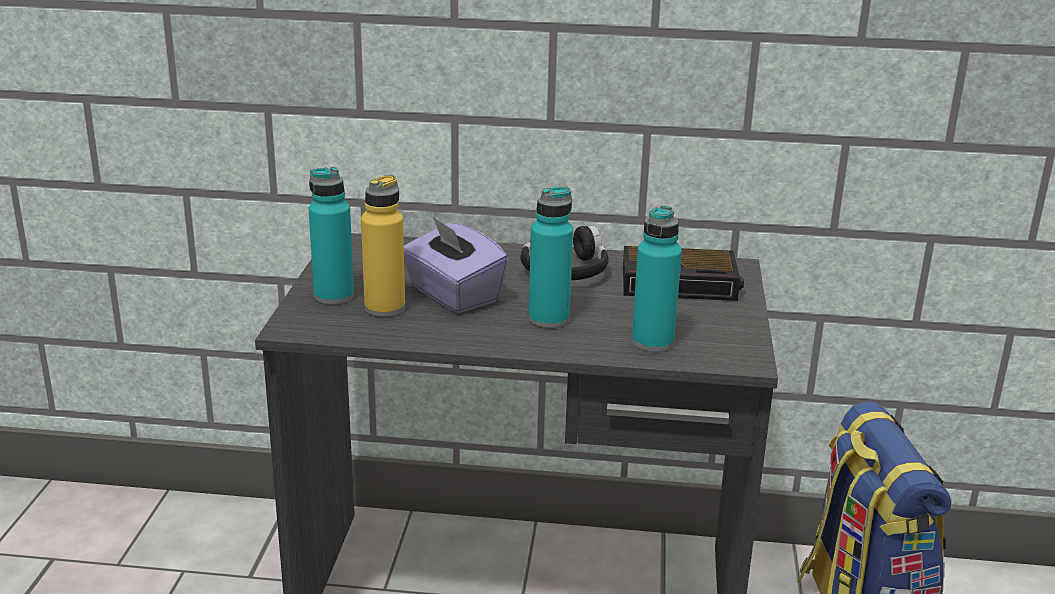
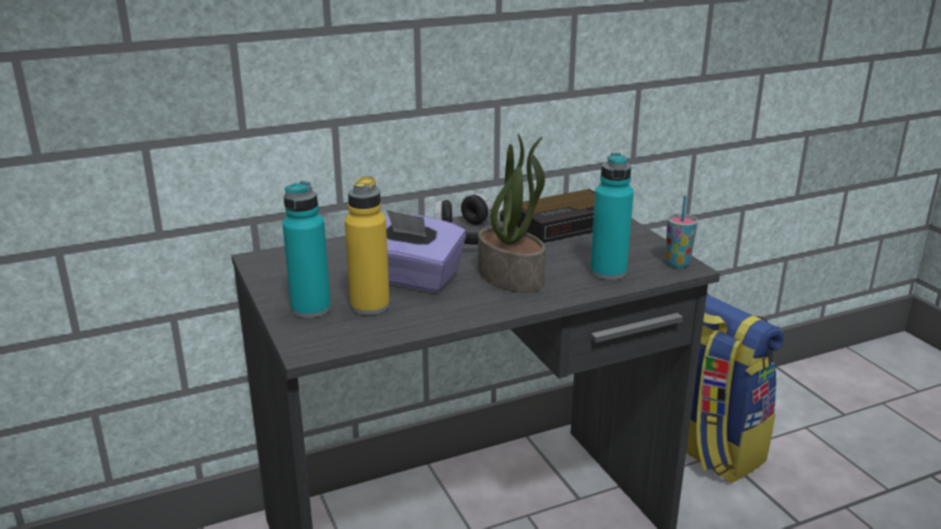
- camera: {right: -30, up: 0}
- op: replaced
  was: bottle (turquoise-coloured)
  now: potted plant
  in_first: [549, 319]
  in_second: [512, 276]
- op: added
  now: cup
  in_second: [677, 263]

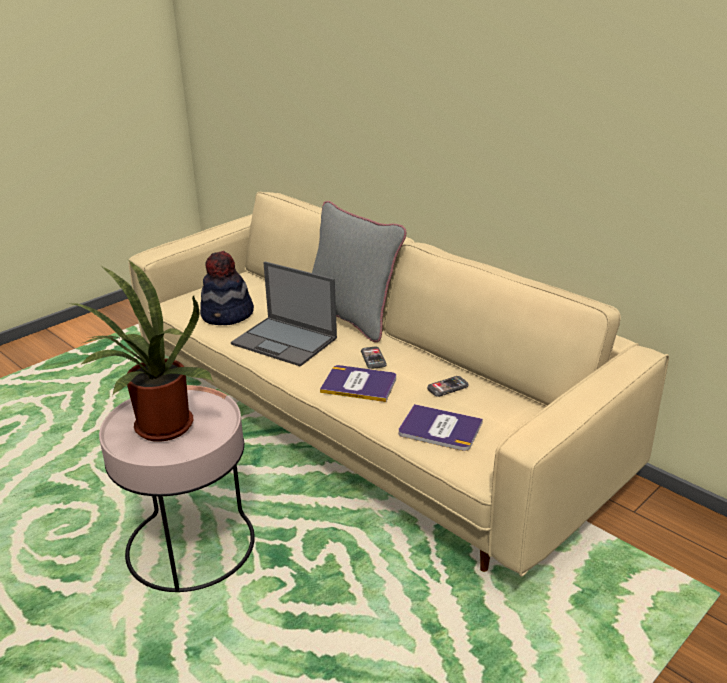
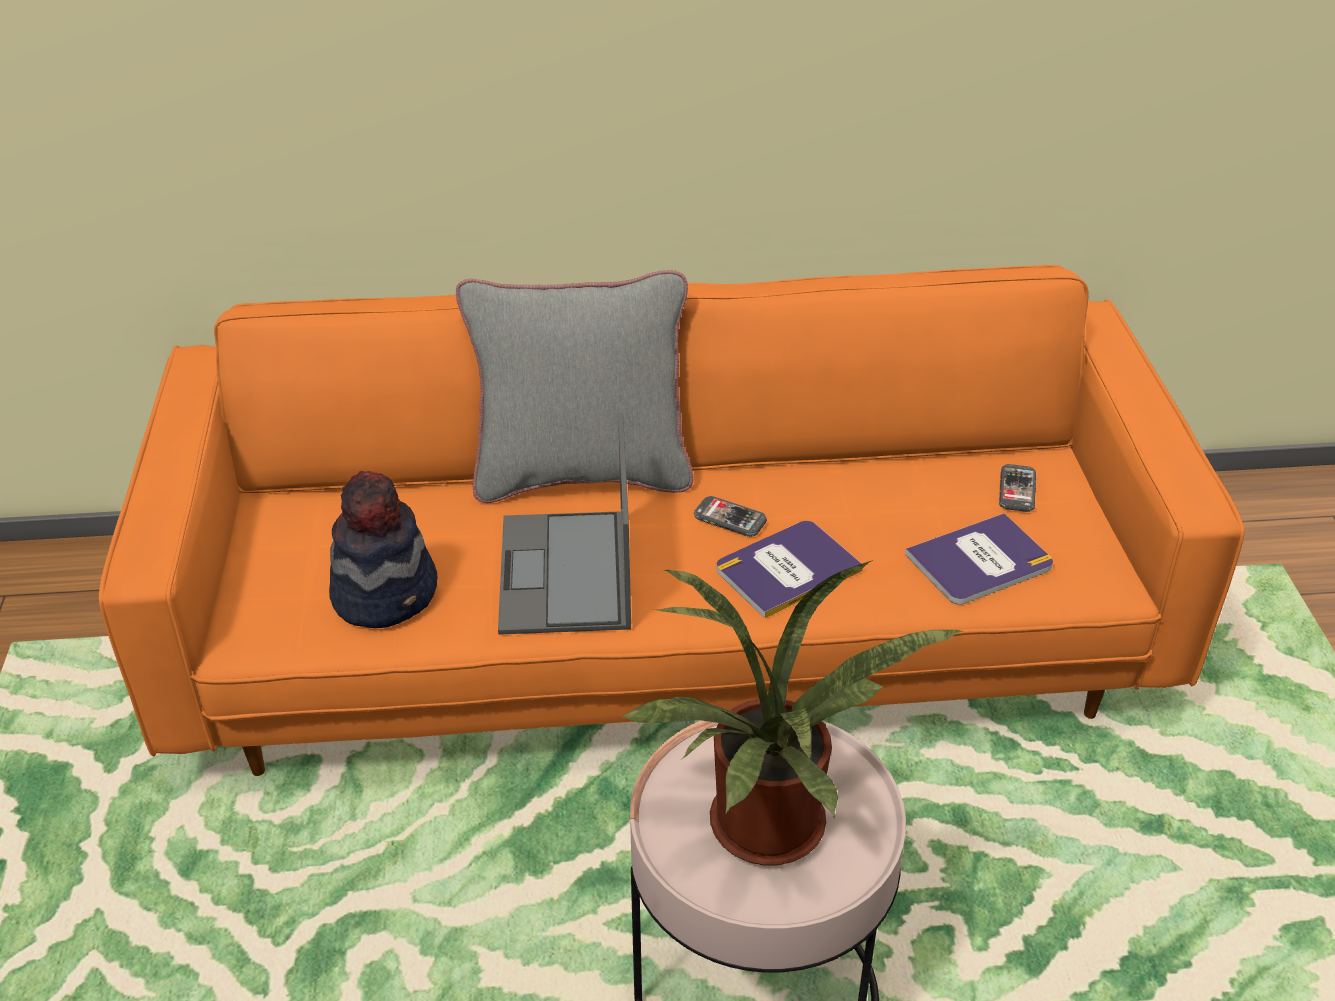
- camera: {right: -50, up: 10}
- op: recoloured
  was: settee (beige-coloured)
  now: settee (orange-coloured)
  in_first: [365, 422]
  in_second: [669, 633]
- op: turned
  was: portable computer
  in_first: [285, 341]
  in_second: [566, 574]
  clockwise: 105
- op: moved
  was: telephone
  in_first: [447, 387]
  in_second: [1017, 490]

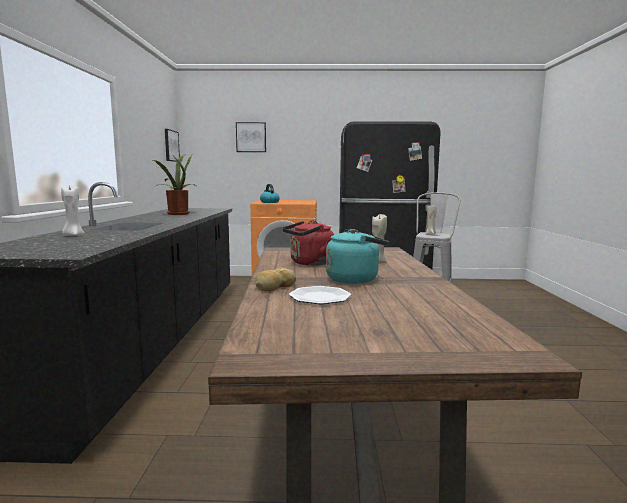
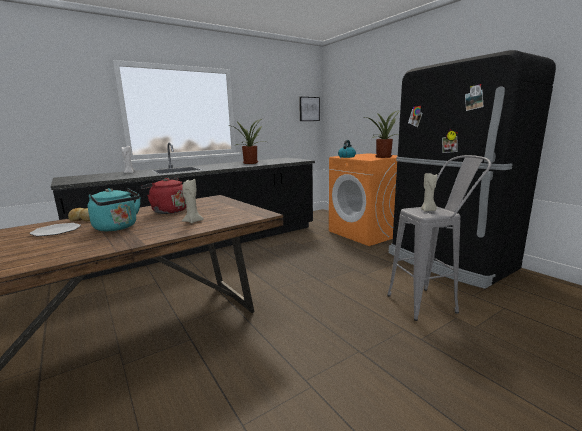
- camera: {right: 55, up: 5}
- op: removed
  was: wall picture
  in_first: [251, 137]
- op: added
  now: potted plant
  in_second: [383, 157]

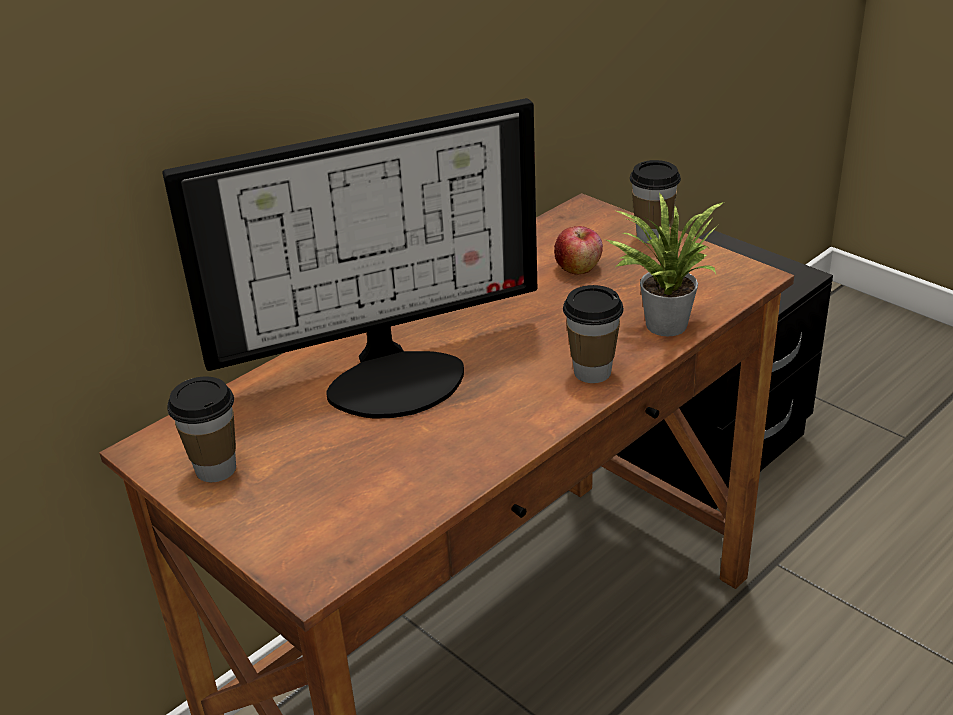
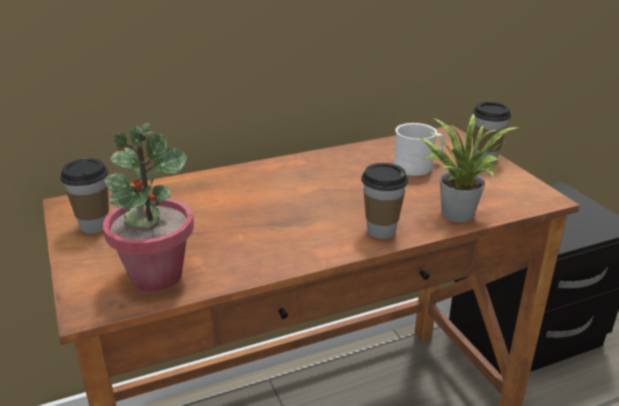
- camera: {right: 20, up: -5}
- op: removed
  was: computer screen
  in_first: [394, 375]
- op: replaced
  was: apple fruit
  now: tea mug (whitish)
  in_first: [578, 267]
  in_second: [418, 166]
- op: added
  now: potted plant
  in_second: [156, 275]

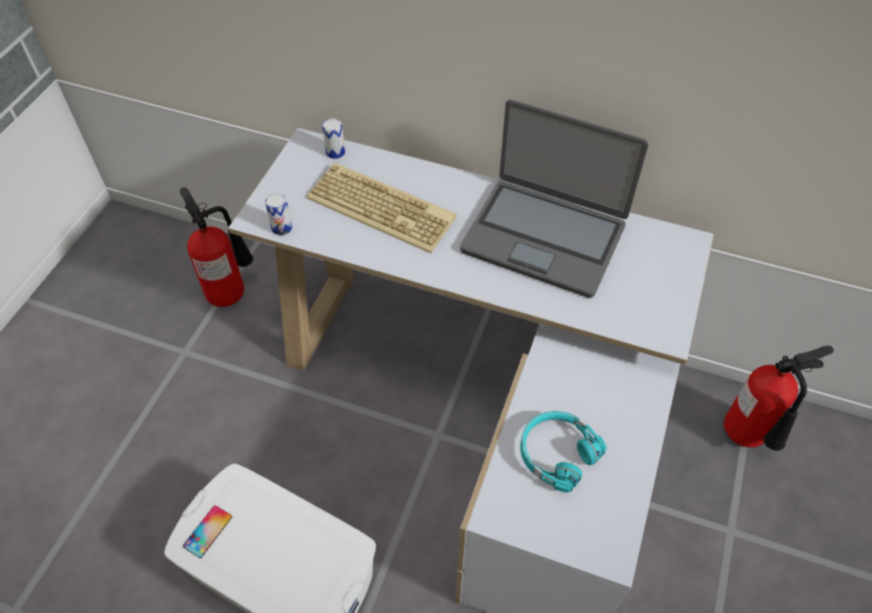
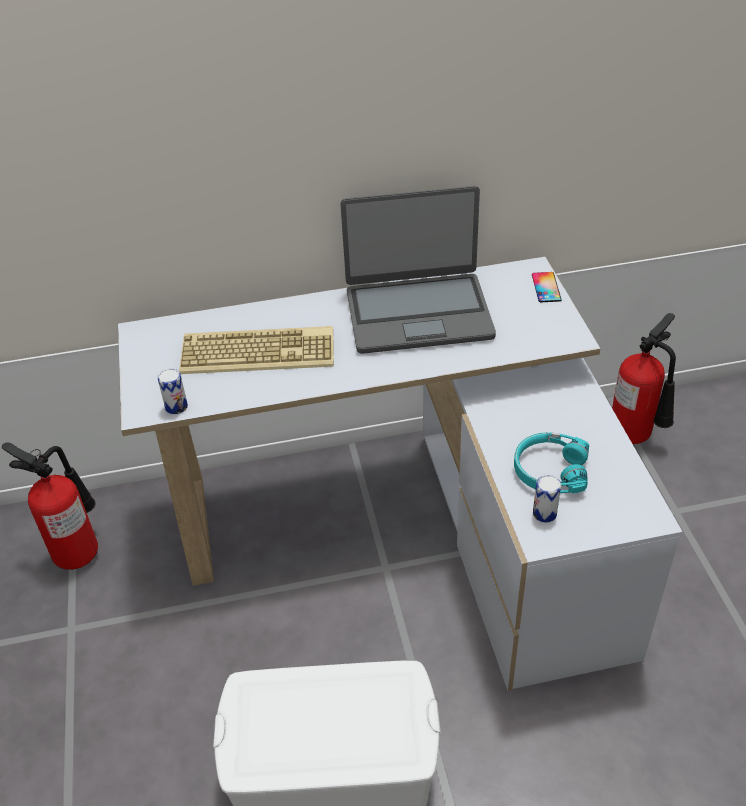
- camera: {right: -30, up: -10}
- op: moved
  was: metal can
  in_first: [335, 152]
  in_second: [544, 513]
- op: moved
  was: telephone
  in_first: [208, 531]
  in_second: [546, 287]

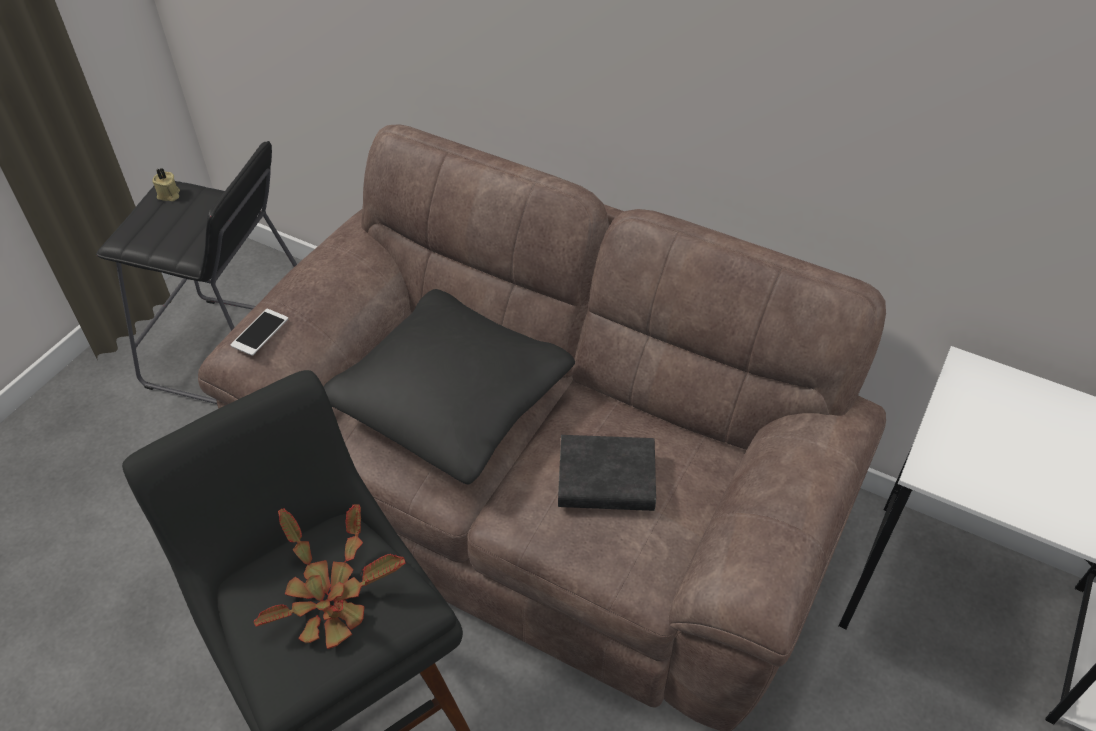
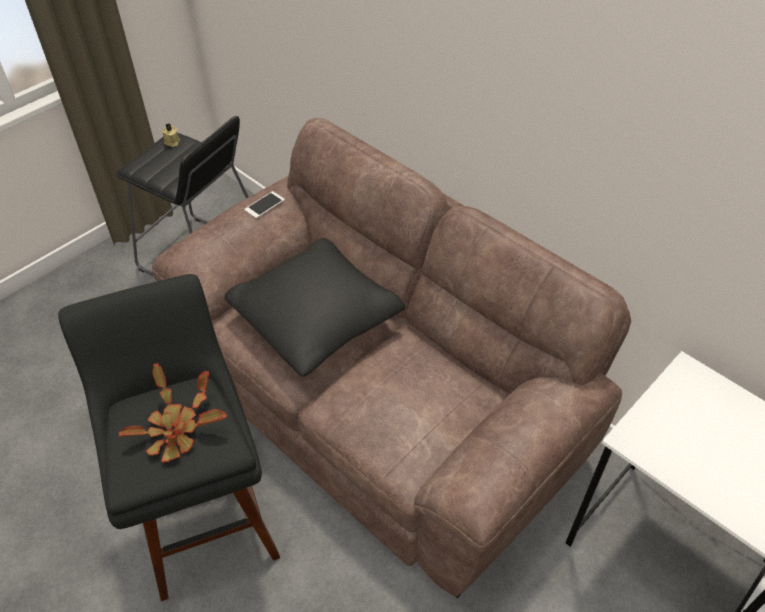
- camera: {right: 15, up: 0}
- op: moved
  was: telephone
  in_first: [260, 332]
  in_second: [264, 205]
- op: removed
  was: volume (black)
  in_first: [606, 480]

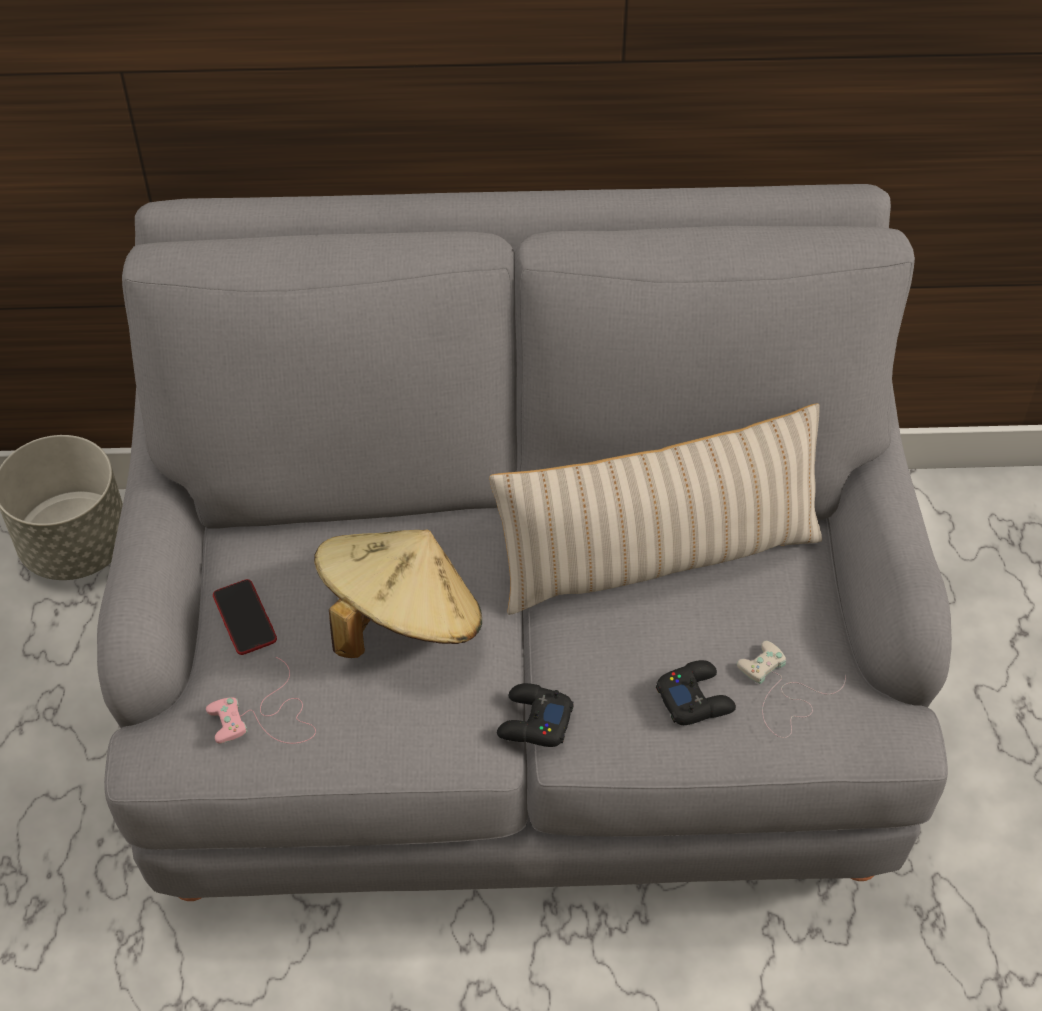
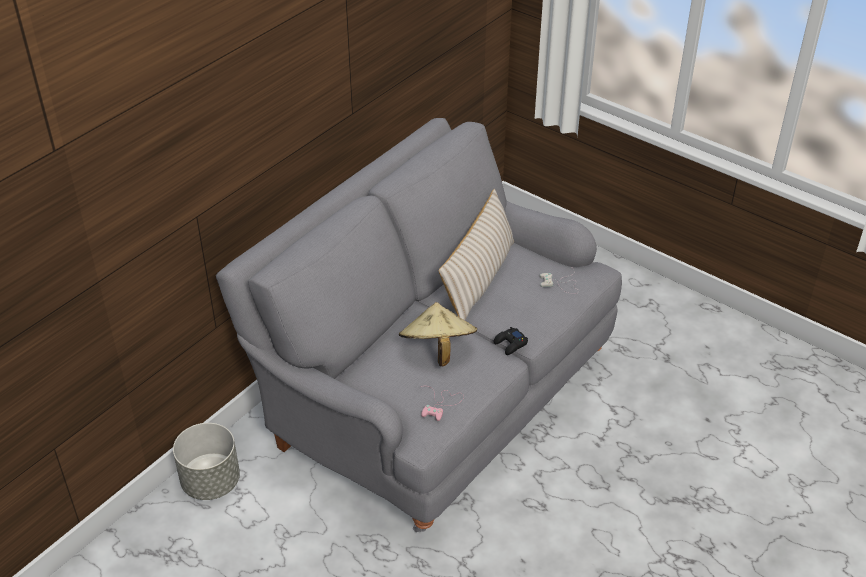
- camera: {right: -50, up: -10}
- op: removed
  was: telephone
  in_first: [244, 618]
- op: removed
  was: joypad (black)
  in_first: [695, 698]

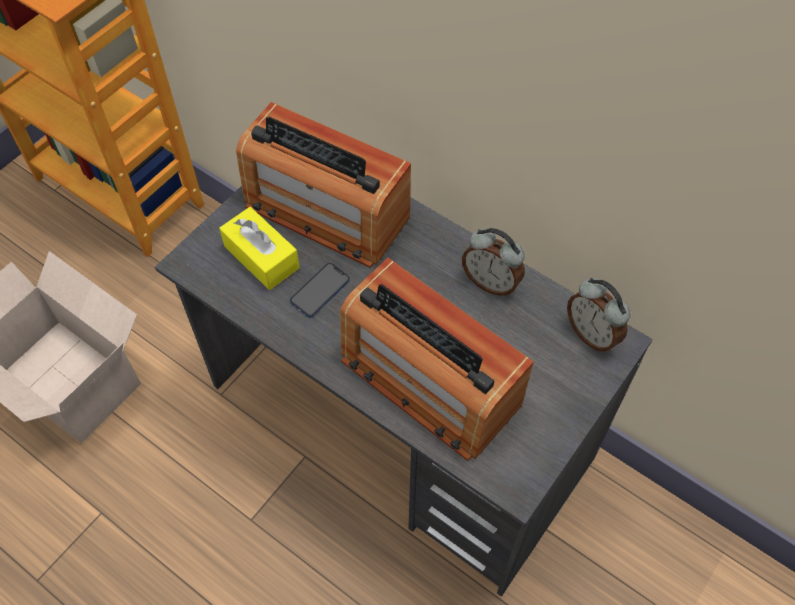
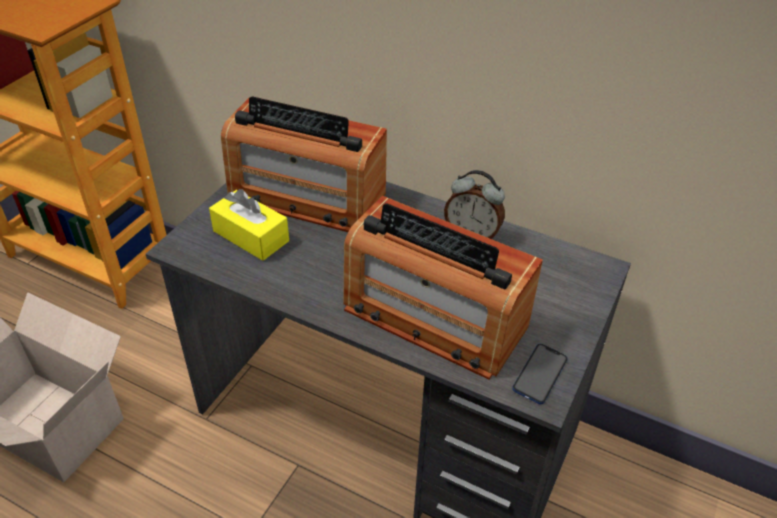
- camera: {right: -10, up: -15}
- op: moved
  was: telephone
  in_first: [320, 291]
  in_second: [540, 374]
- op: removed
  was: table clock
  in_first: [592, 334]

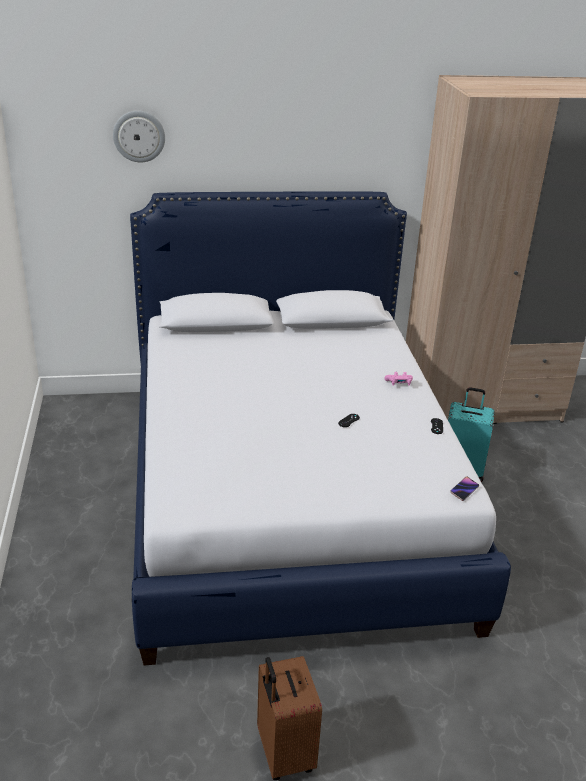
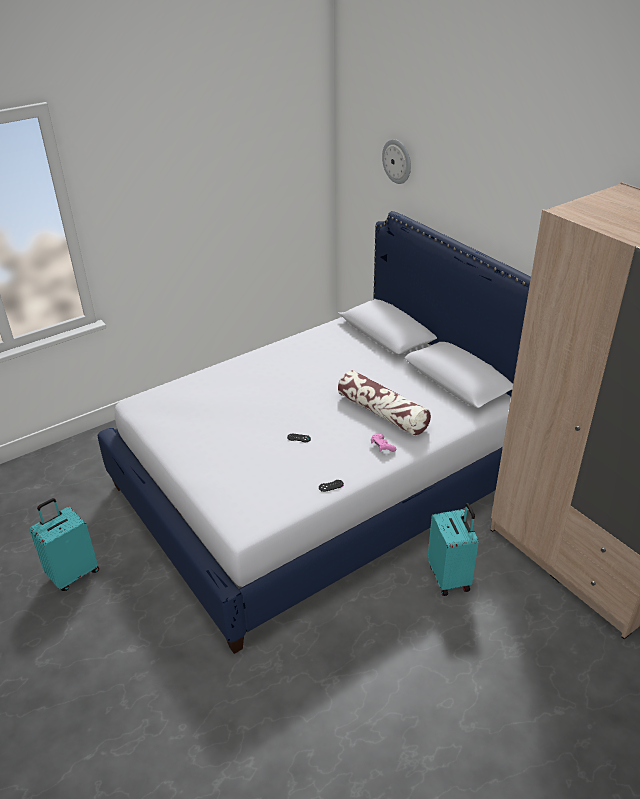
- camera: {right: 65, up: 5}
- op: removed
  was: telephone
  in_first: [464, 490]
- op: recoloured
  was: suitcase (brown-coloured)
  now: suitcase (turquoise-coloured)
  in_first: [283, 753]
  in_second: [73, 573]
- op: added
  now: throw pillow
  in_second: [382, 413]

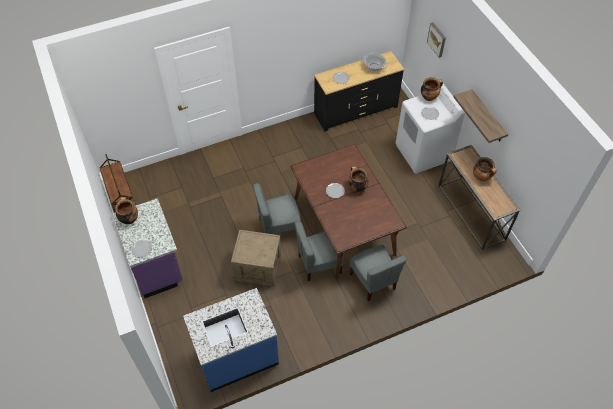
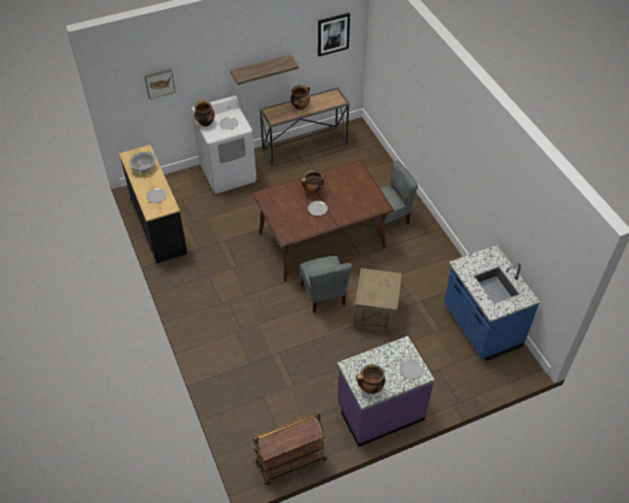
- camera: {right: -90, up: -5}
- op: removed
  was: plain chair (greyish)
  in_first: [319, 264]
- op: added
  now: wall picture
  in_second: [333, 34]

